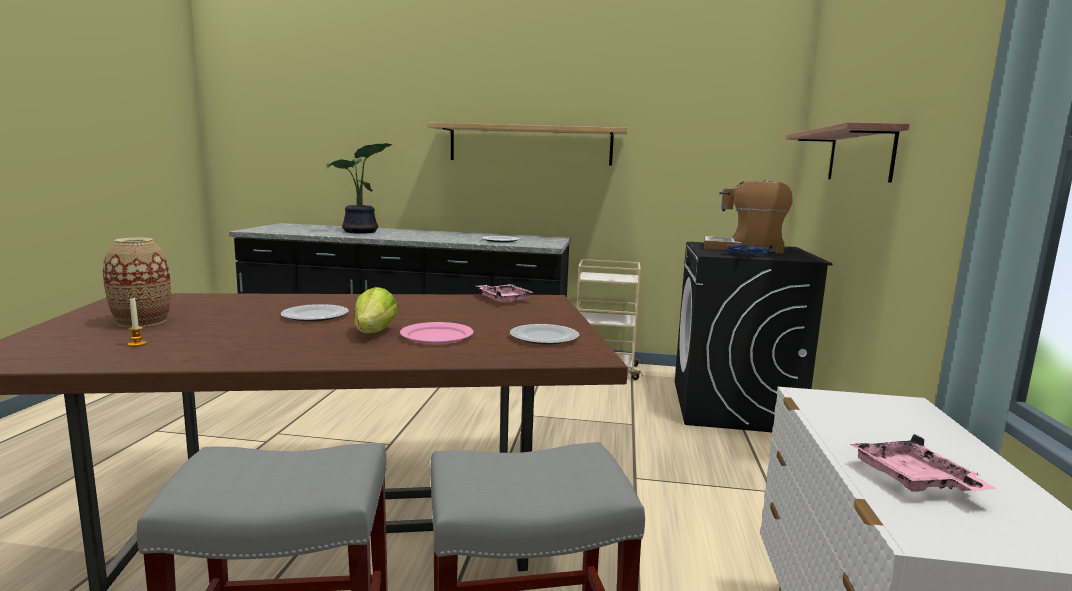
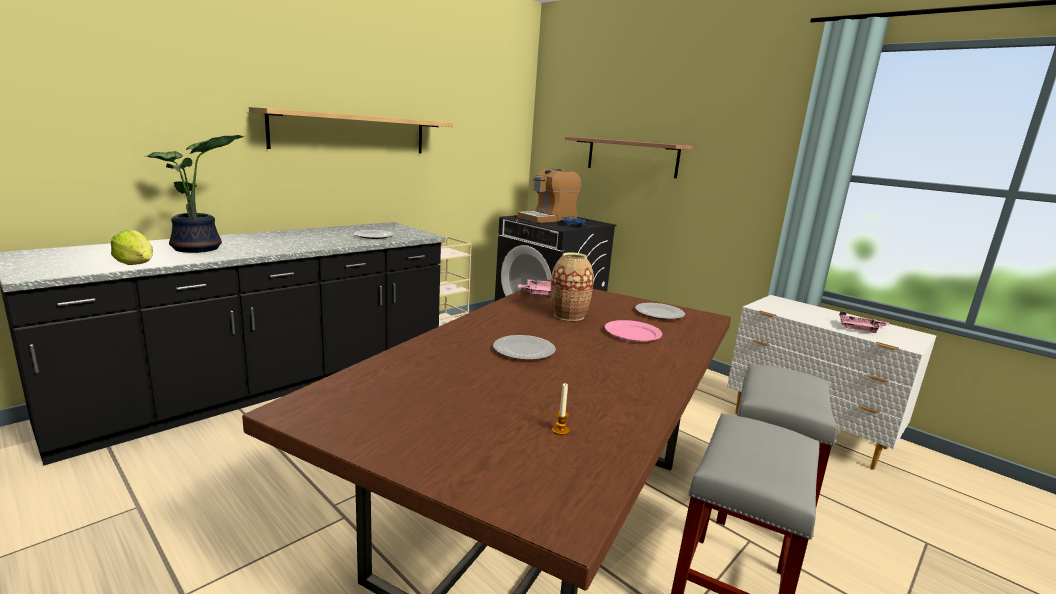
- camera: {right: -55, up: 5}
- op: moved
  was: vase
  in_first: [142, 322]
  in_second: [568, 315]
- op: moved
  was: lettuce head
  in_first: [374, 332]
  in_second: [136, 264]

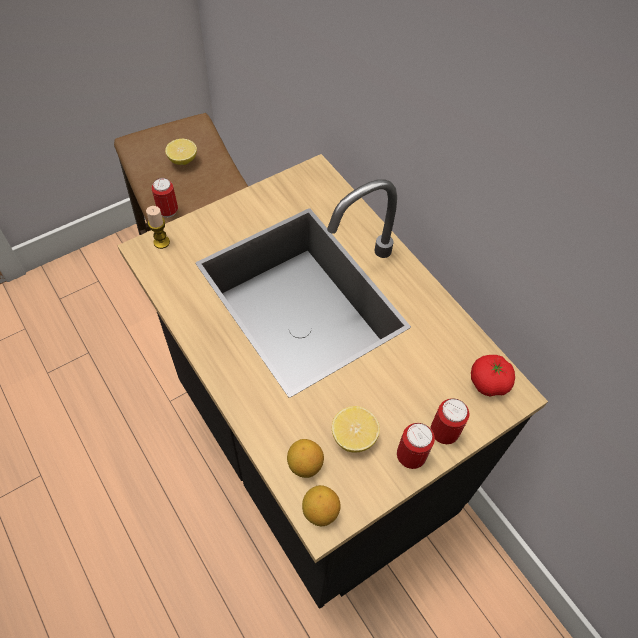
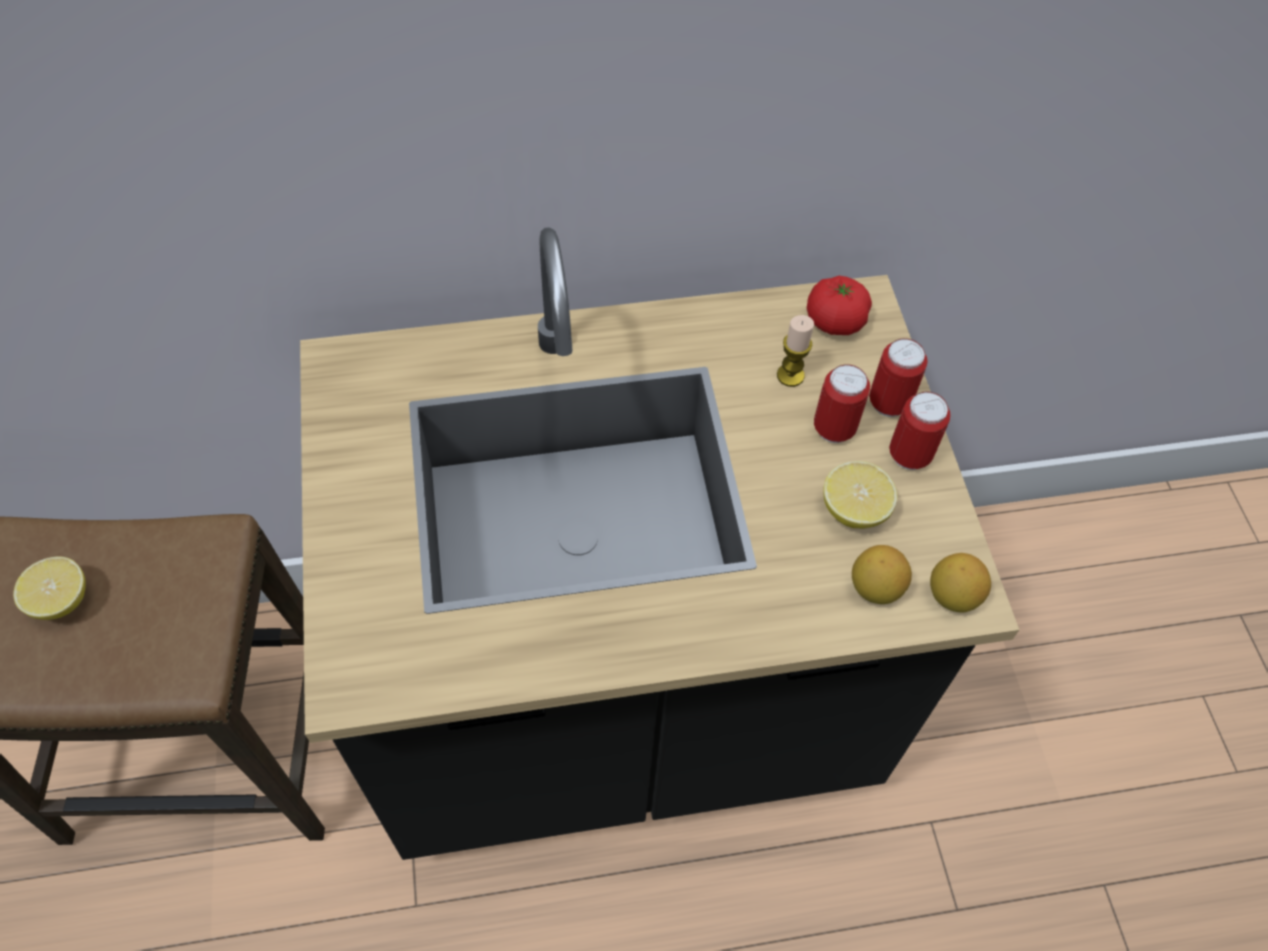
- camera: {right: -65, up: 0}
- op: moved
  was: metal can
  in_first: [168, 211]
  in_second: [834, 429]
- op: moved
  was: wax light
  in_first: [161, 242]
  in_second: [790, 375]

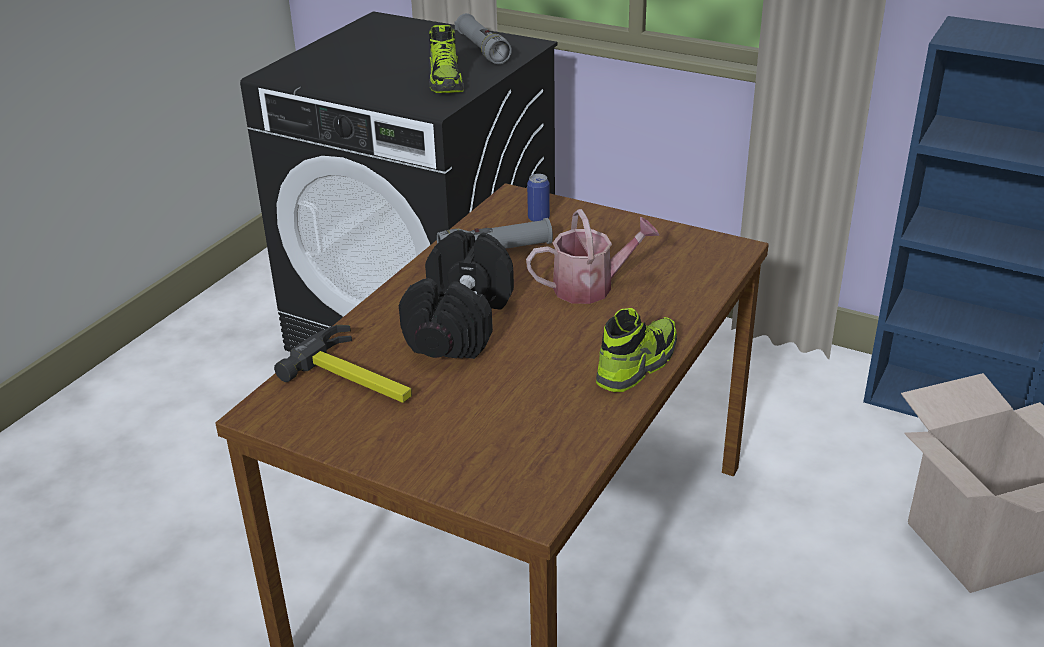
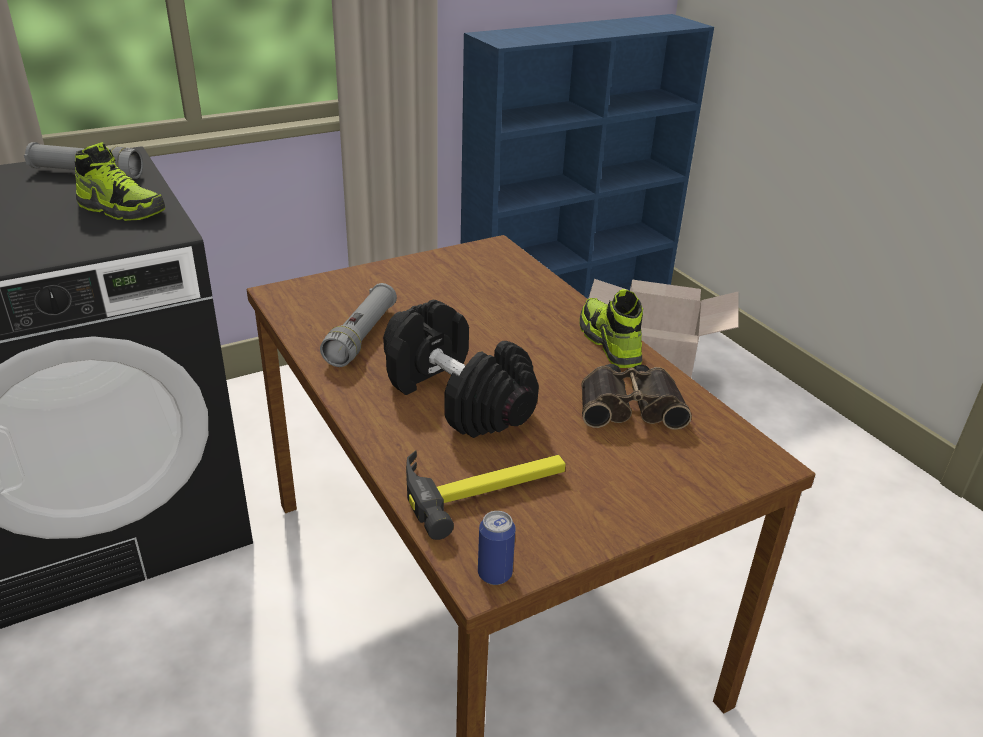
- camera: {right: -60, up: 0}
- op: moved
  was: metal can
  in_first: [538, 218]
  in_second: [494, 574]
- op: removed
  was: watering pot
  in_first: [591, 287]
- op: added
  now: binoculars
  in_second: [630, 405]

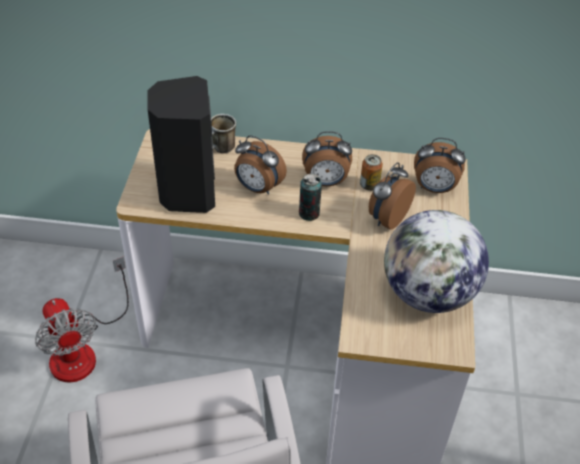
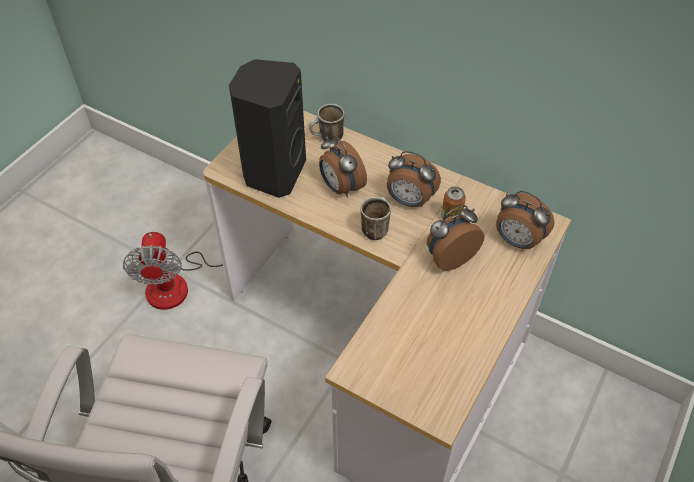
- camera: {right: 25, up: 5}
- op: replaced
  was: metal can
  now: tea mug
  in_first: [309, 213]
  in_second: [375, 228]
- op: removed
  was: world globe
  in_first: [428, 294]

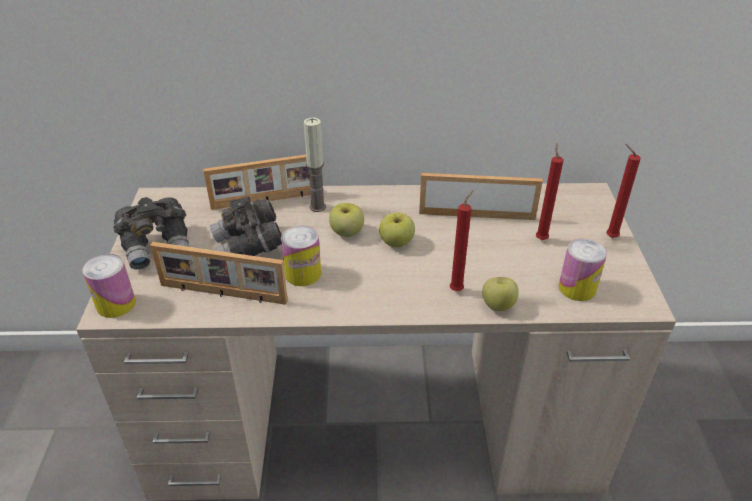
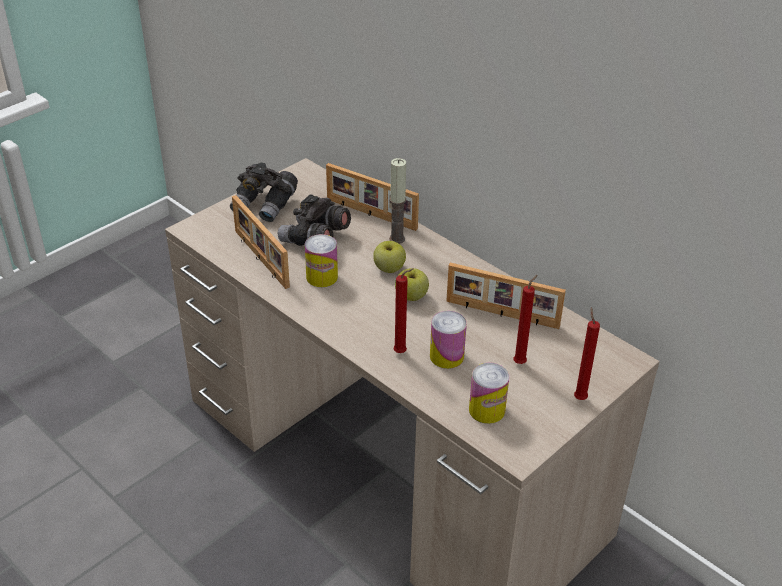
- camera: {right: 45, up: 0}
- op: turned
  was: standing frame
  in_first: [476, 214]
  in_second: [501, 314]
  clockwise: 150
- op: moved
  was: metal can
  in_first: [116, 304]
  in_second: [446, 356]
- op: removed
  was: apple fruit
  in_first: [498, 306]

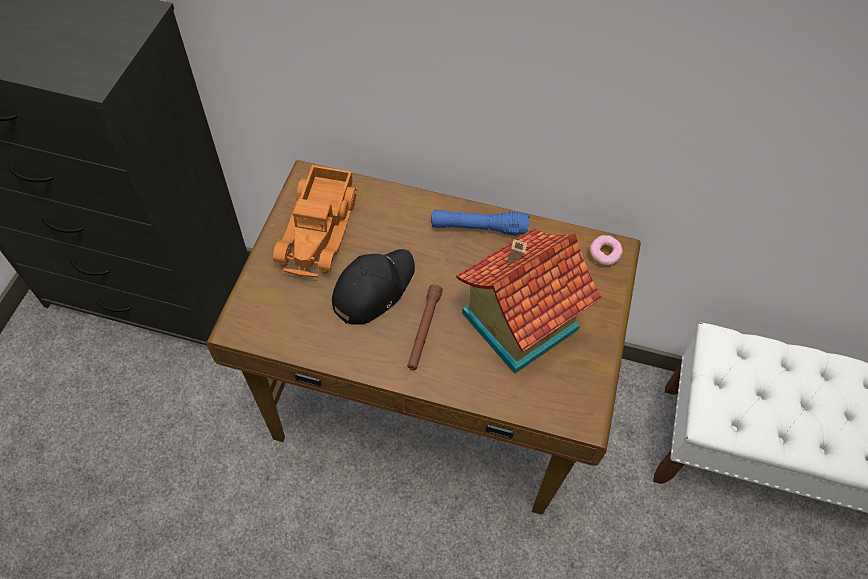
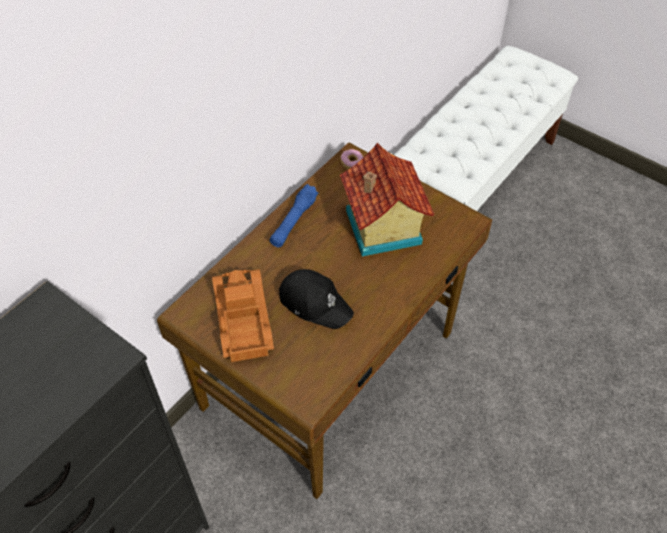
- camera: {right: -65, up: -5}
- op: turned
  was: toy truck
  in_first: [320, 229]
  in_second: [242, 320]
  clockwise: -135
- op: turned
  was: peaked cap (black)
  in_first: [372, 288]
  in_second: [315, 303]
  clockwise: 150
- op: removed
  was: hand torch (brown-coloured)
  in_first: [424, 330]

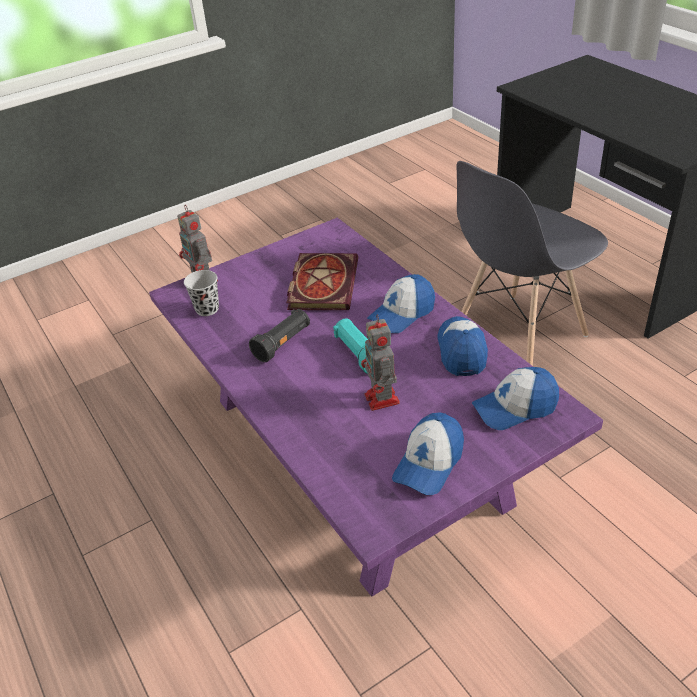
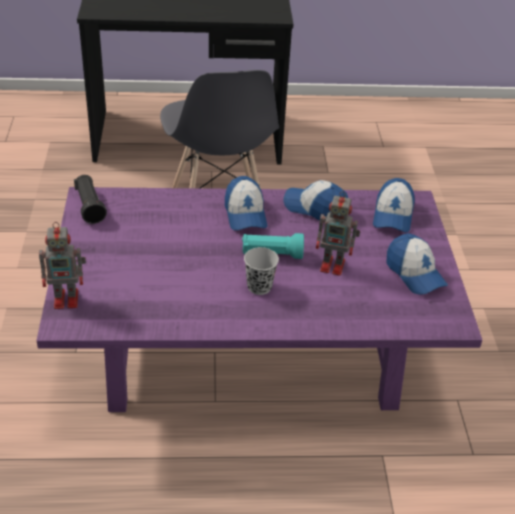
- camera: {right: -65, up: 0}
- op: removed
  was: volume
  in_first: [322, 283]
- op: moved
  was: cup (black)
  in_first: [207, 309]
  in_second: [259, 287]
- op: moved
  was: hand torch (black)
  in_first: [283, 344]
  in_second: [89, 207]

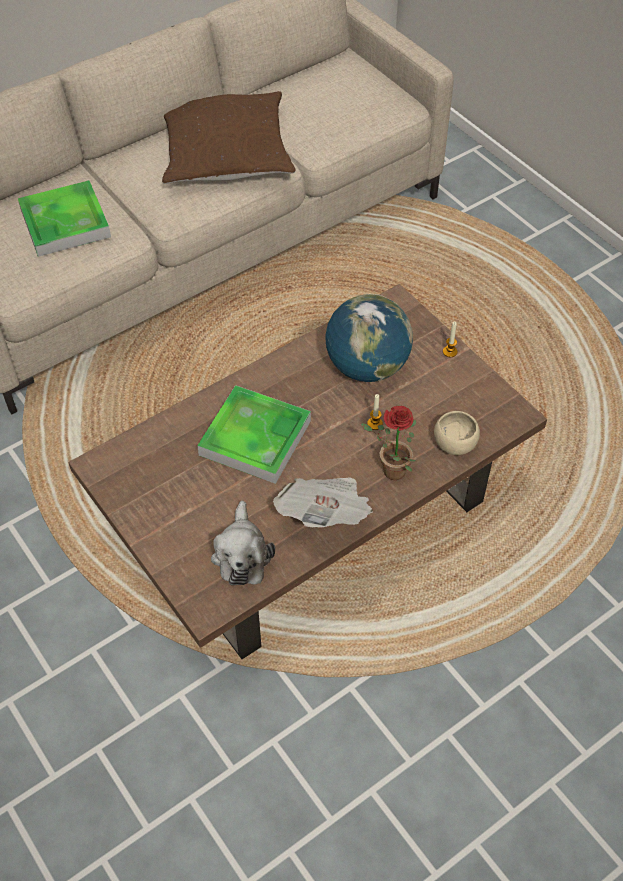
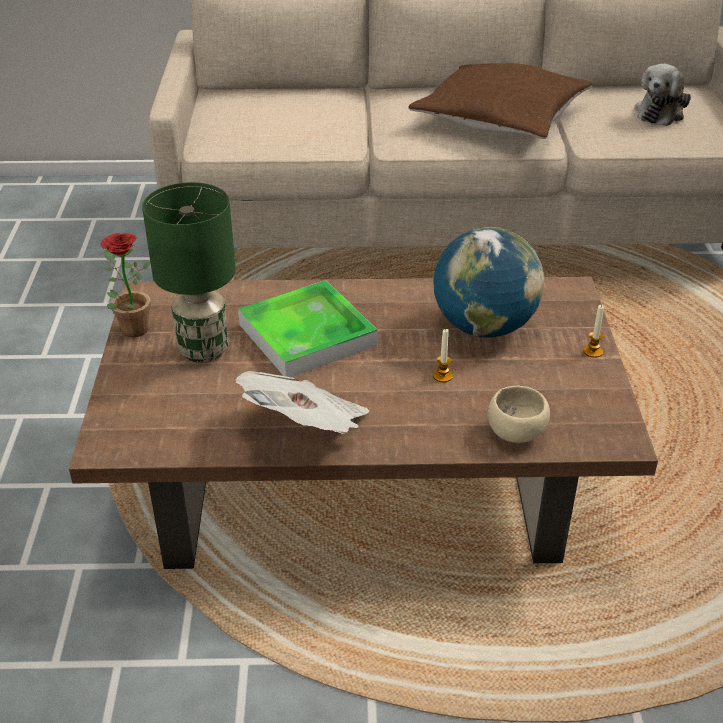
- camera: {right: 35, up: -15}
- op: removed
  was: tray
  in_first: [65, 223]
- op: moved
  was: potted plant
  in_first: [389, 471]
  in_second: [130, 327]
- op: moved
  was: cuddly toy
  in_first: [242, 554]
  in_second: [660, 112]
- op: added
  now: lamp for a table (greenish)
  in_second: [204, 351]

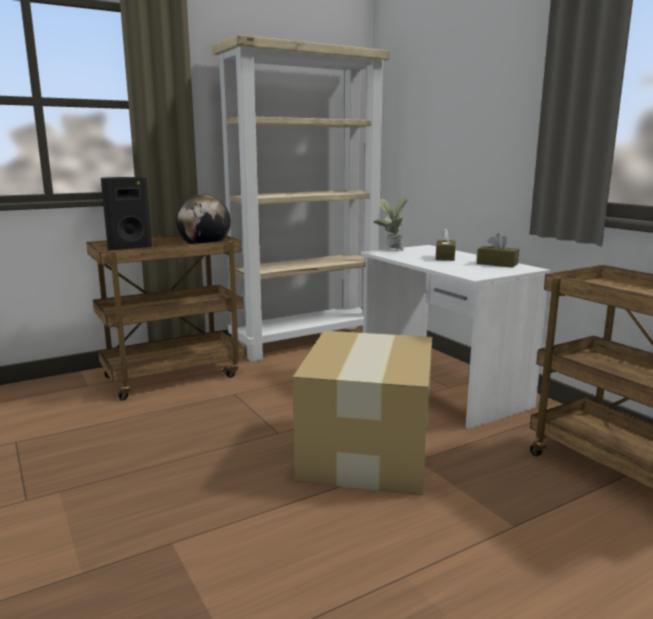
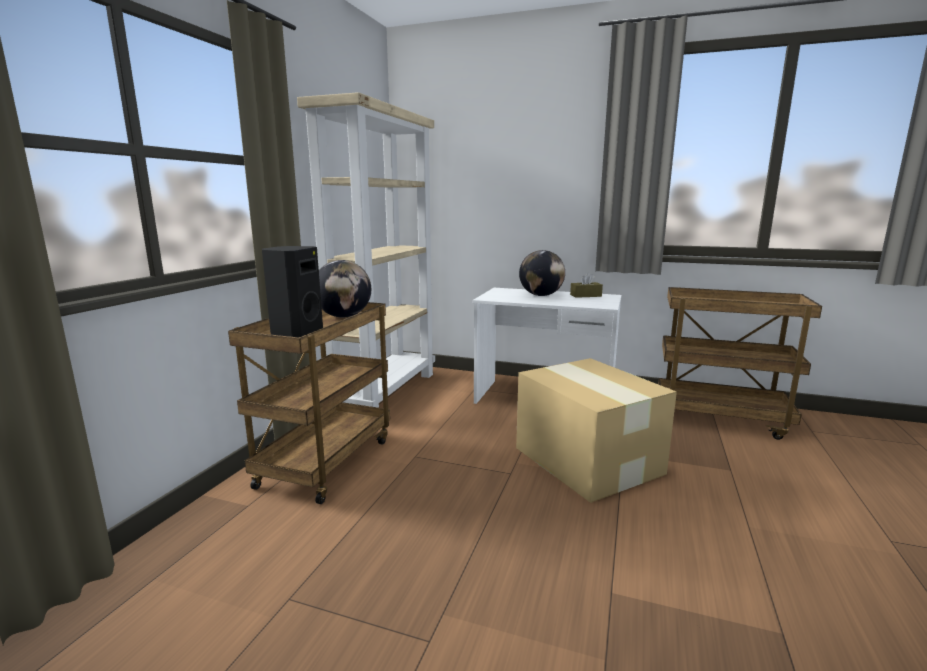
- camera: {right: -40, up: 0}
- op: removed
  was: potted plant
  in_first: [391, 250]
- op: replaced
  was: box of tissues (brown-coloured)
  now: world globe
  in_first: [445, 257]
  in_second: [541, 295]

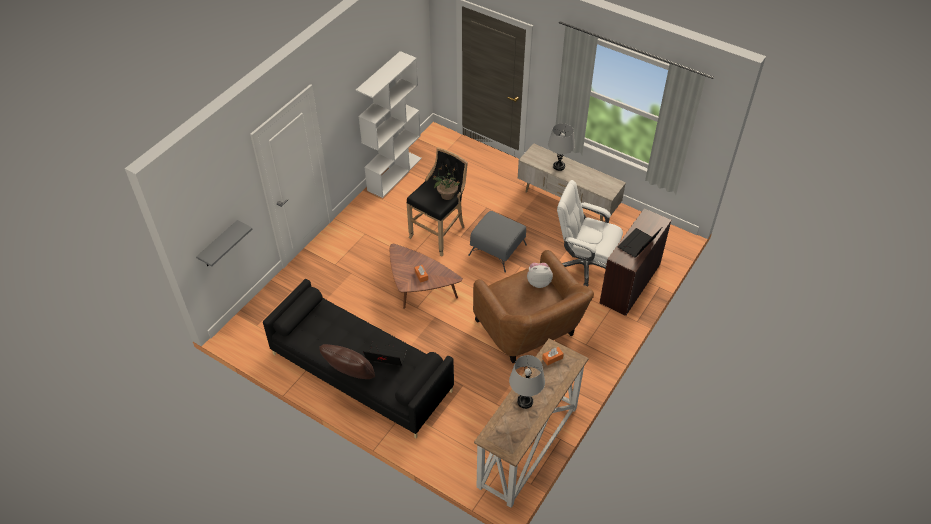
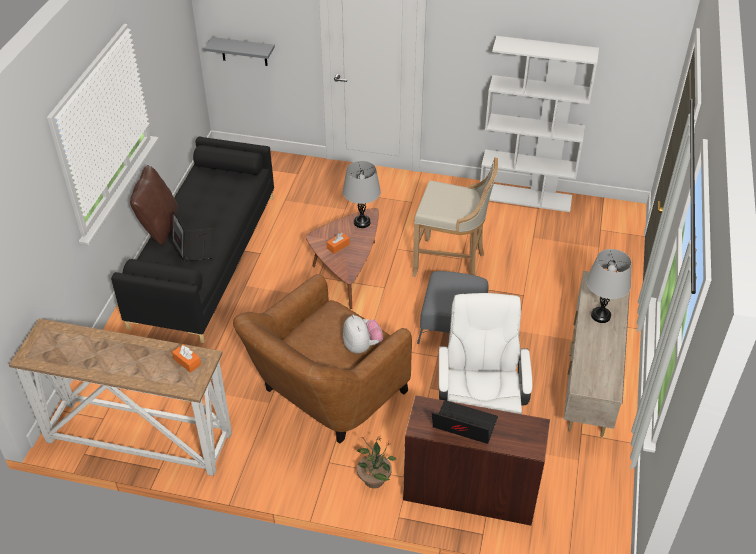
- camera: {right: 70, up: -5}
- op: recoloured
  was: stool seat (black)
  now: stool seat (beige-coloured)
  in_first: [440, 232]
  in_second: [451, 263]
- op: moved
  was: potted plant
  in_first: [447, 195]
  in_second: [374, 479]
- op: moved
  was: lamp for a table (greyish)
  in_first: [525, 401]
  in_second: [362, 222]

